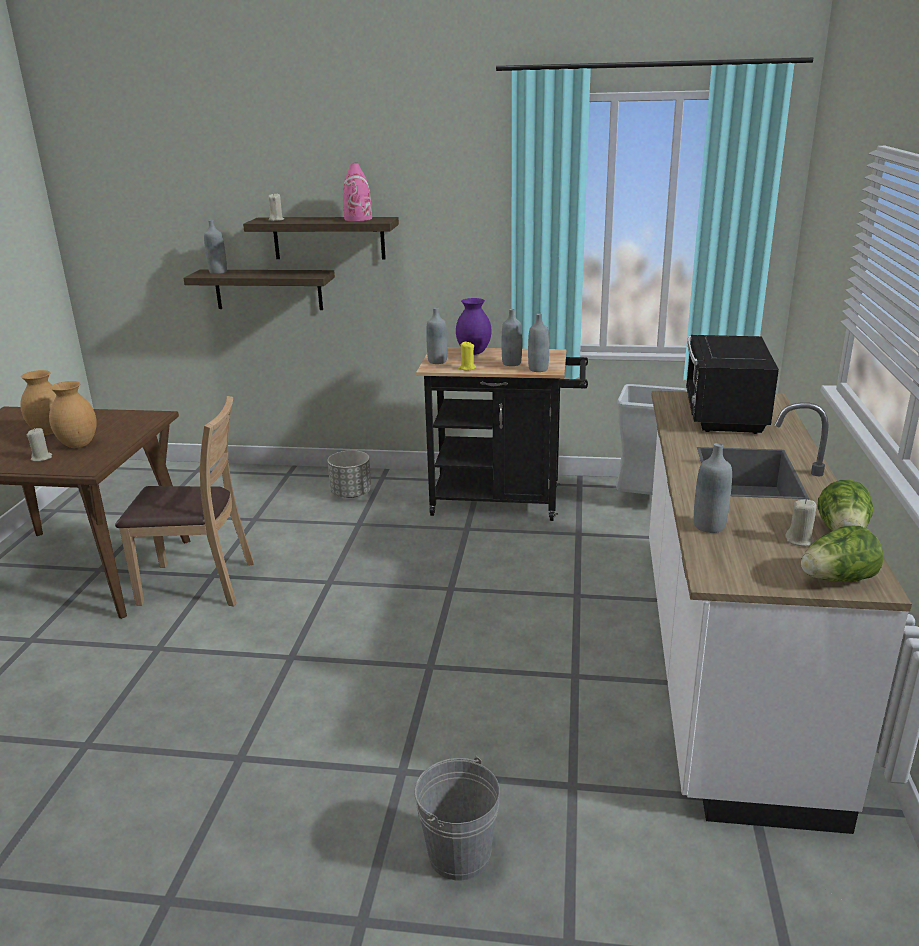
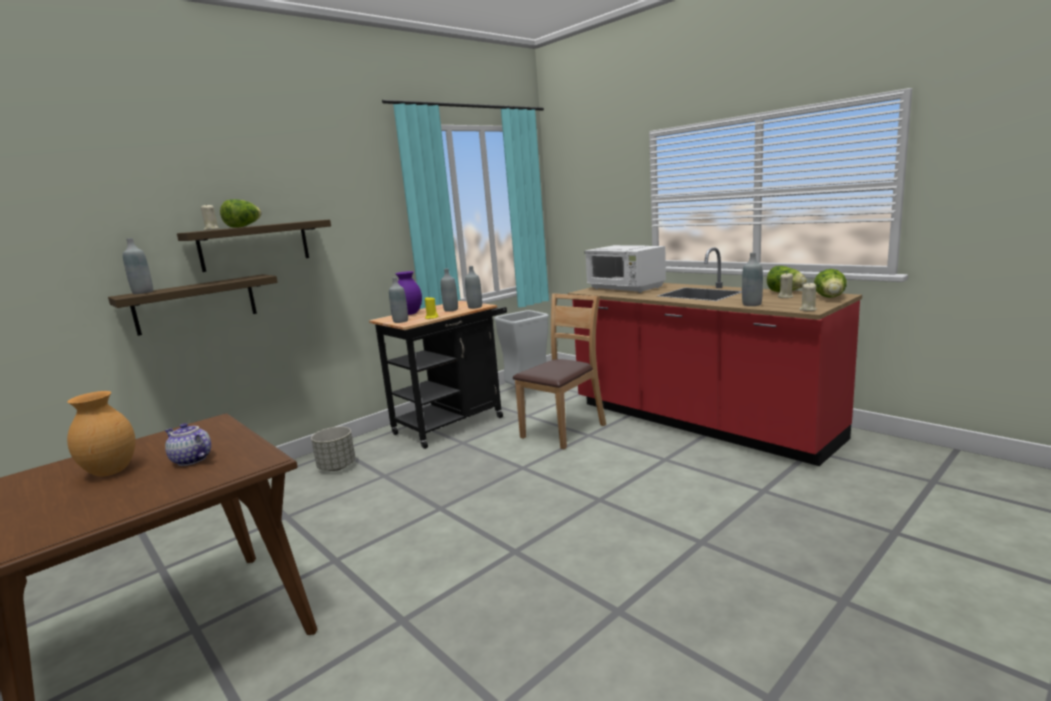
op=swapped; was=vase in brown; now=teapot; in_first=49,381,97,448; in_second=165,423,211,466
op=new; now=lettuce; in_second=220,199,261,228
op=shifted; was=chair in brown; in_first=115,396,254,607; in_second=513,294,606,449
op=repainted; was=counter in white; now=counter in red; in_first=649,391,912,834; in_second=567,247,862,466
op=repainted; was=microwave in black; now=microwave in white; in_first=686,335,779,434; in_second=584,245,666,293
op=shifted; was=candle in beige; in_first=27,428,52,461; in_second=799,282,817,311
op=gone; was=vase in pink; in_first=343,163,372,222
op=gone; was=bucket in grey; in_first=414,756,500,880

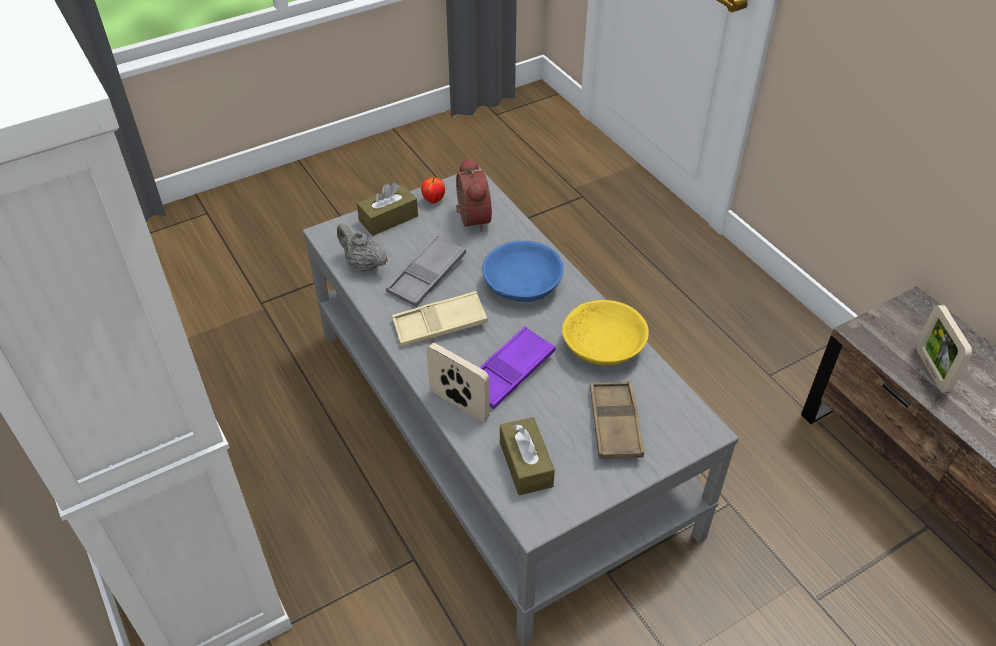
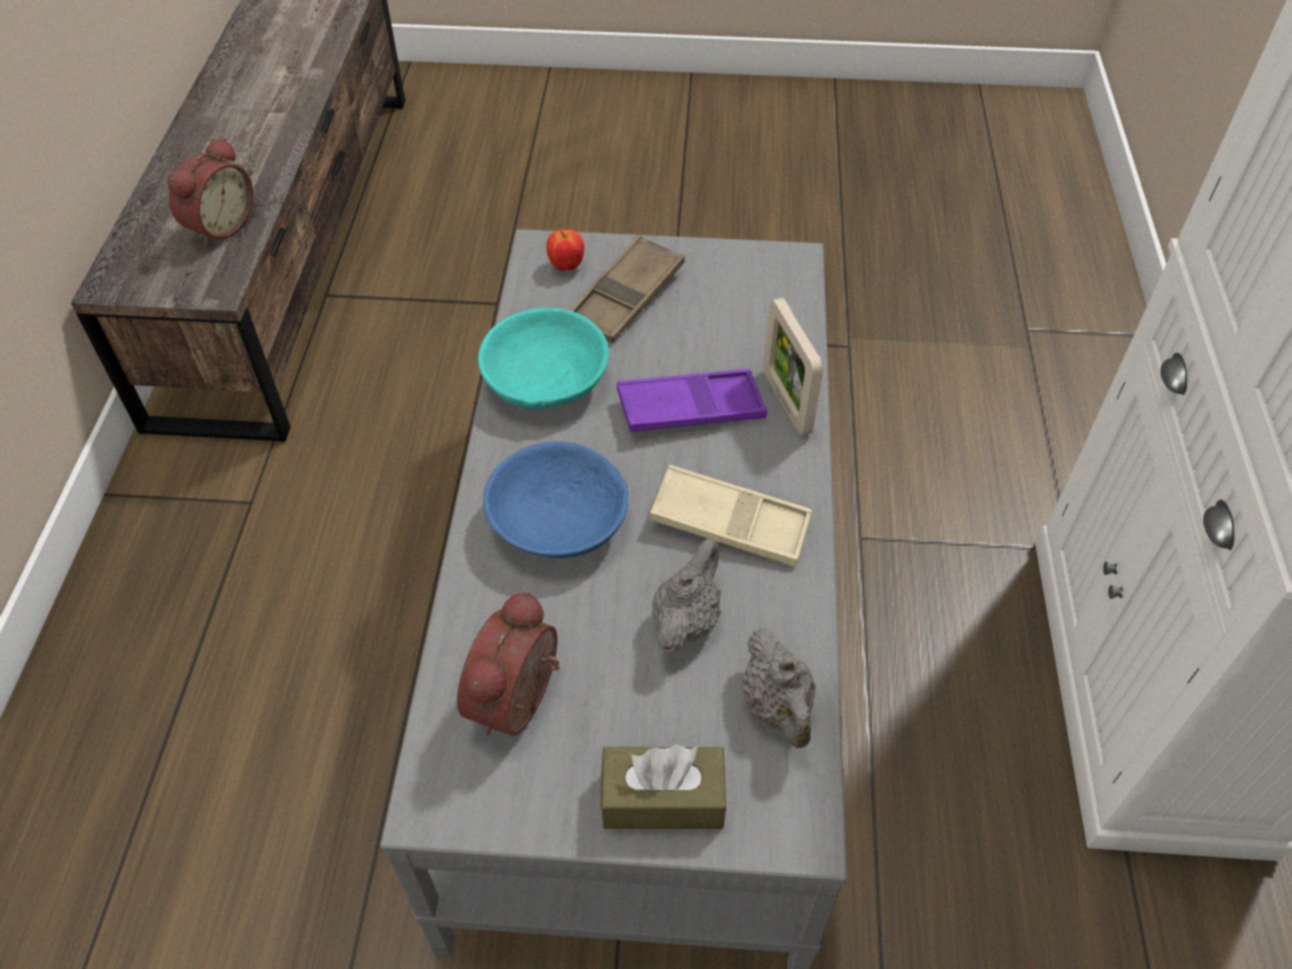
op=swapped; was=picture frame; now=alarm clock; in_first=916,305,972,393; in_second=168,138,253,246
op=repainted; was=bowl in yellow; now=bowl in turquoise; in_first=562,300,649,365; in_second=478,308,609,409
op=shifted; was=apple; in_first=421,177,445,204; in_second=546,229,584,271
op=swapped; was=tray in grey; now=teapot in grey; in_first=386,235,466,307; in_second=652,539,721,653
op=gone; was=tissue box in brown; in_first=500,417,555,495

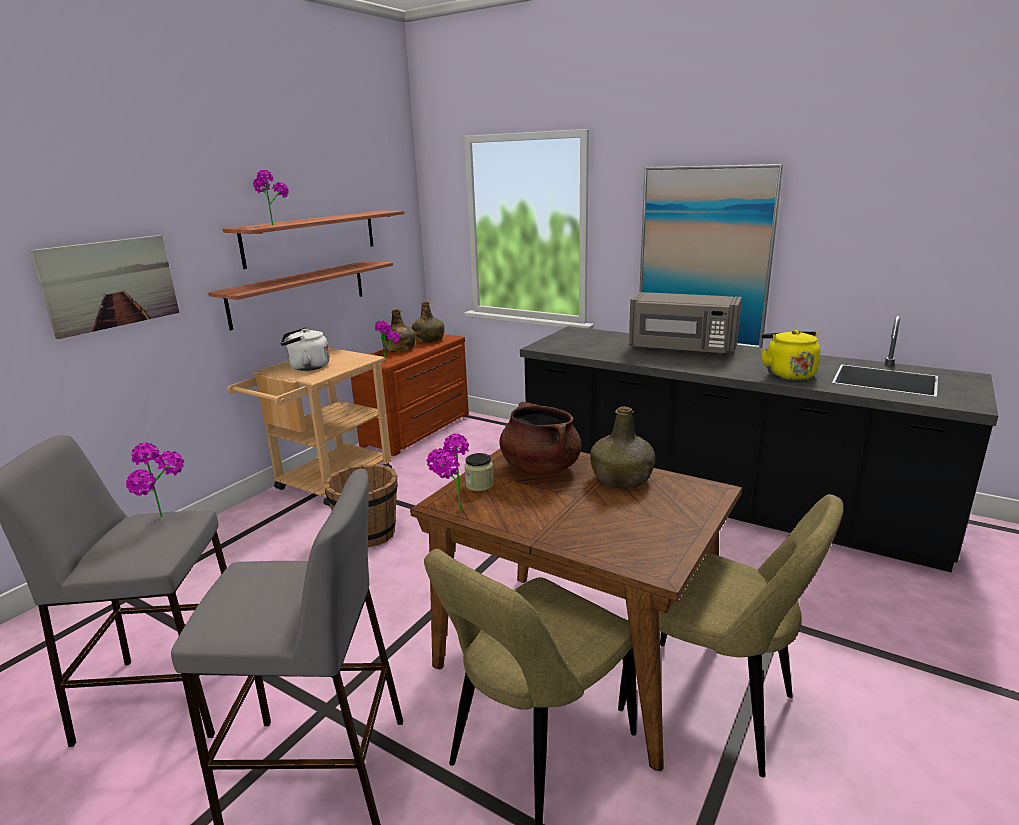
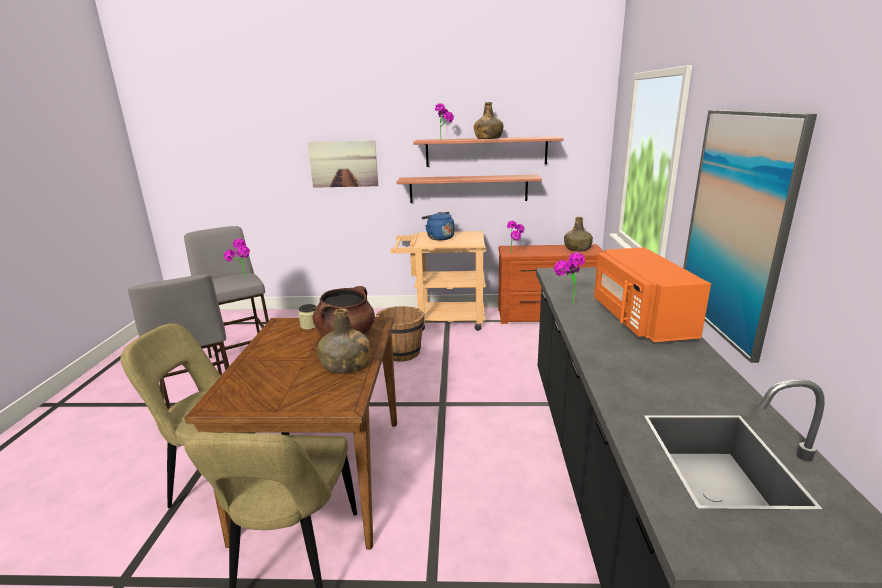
op=repainted; was=kettle in white; now=kettle in blue; in_first=280,327,330,371; in_second=421,212,454,240
op=shifted; was=bottle in green; in_first=381,309,416,352; in_second=474,102,503,139
op=shifted; was=potted plant; in_first=427,434,469,510; in_second=554,252,585,304
op=repainted; was=microwave in grey; now=microwave in orange; in_first=629,292,742,355; in_second=594,247,711,342
op=gone; was=kettle in yellow; in_first=761,330,820,380

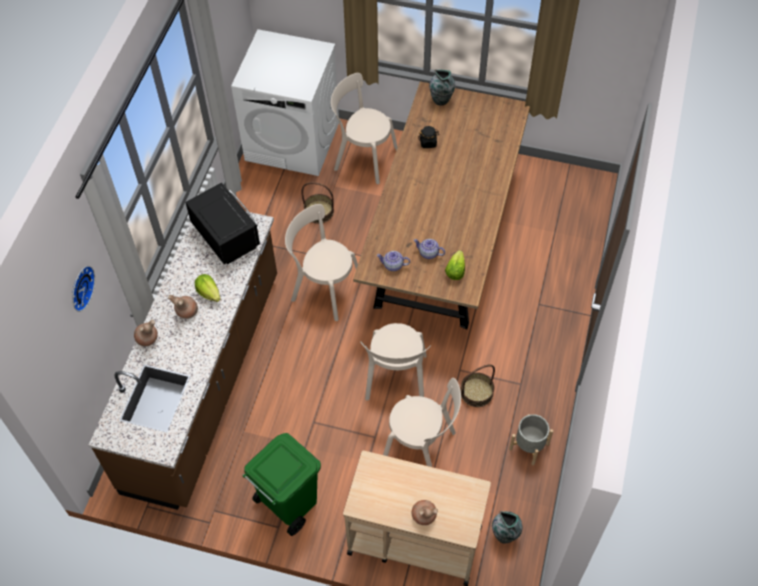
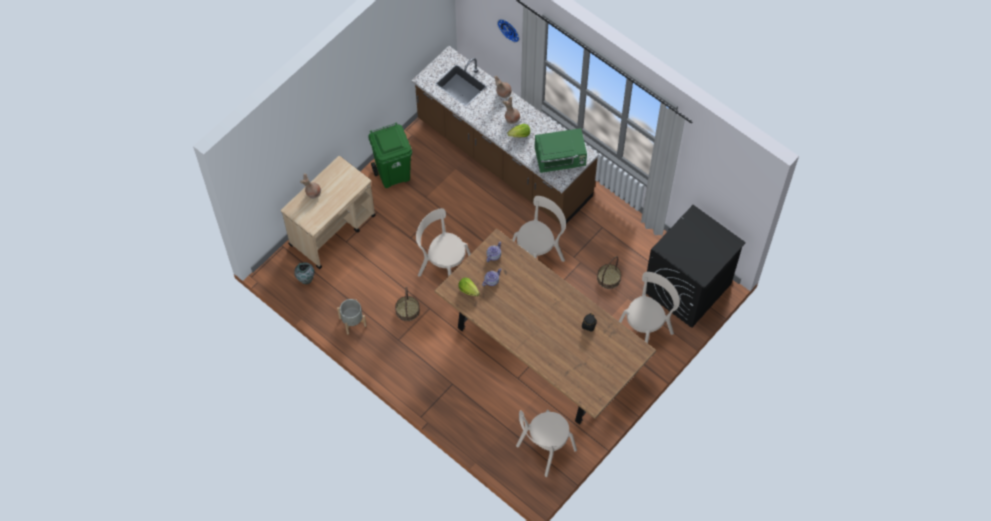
op=shifted; was=chair in beige; in_first=383,378,461,467; in_second=516,410,577,477
op=repainted; was=microwave in black; now=microwave in green; in_first=185,182,260,265; in_second=535,128,587,173
op=repainted; was=washing machine in white; now=washing machine in black; in_first=231,29,339,176; in_second=646,205,746,328
op=gone; was=vase; in_first=429,69,455,106

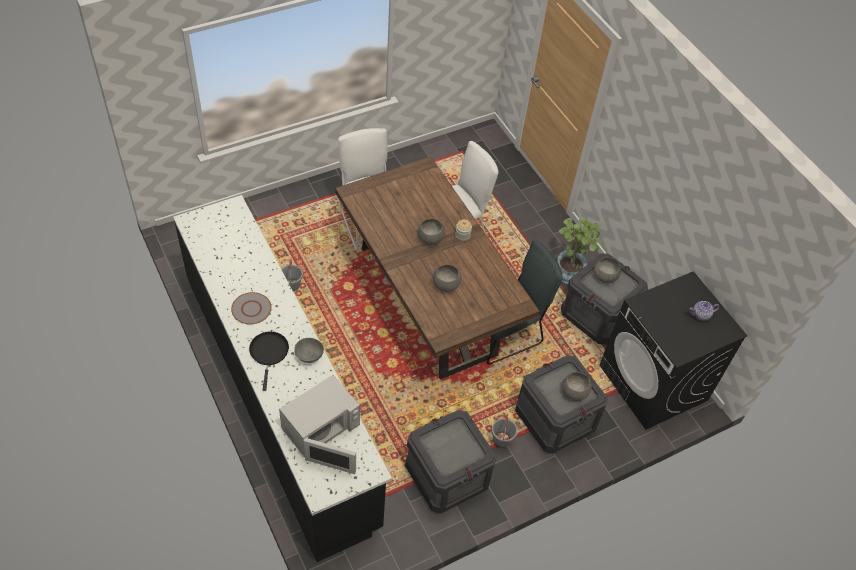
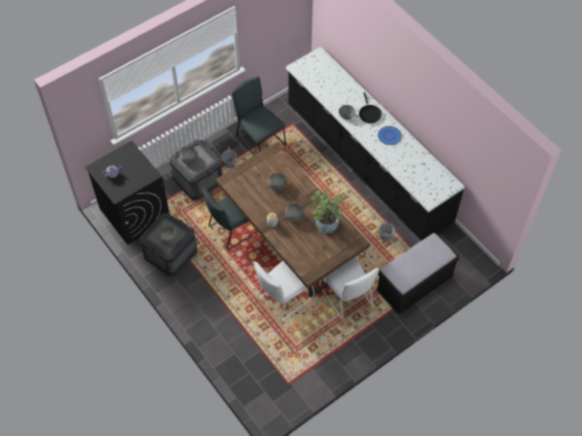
op=swapped; was=crate; now=chair in grey; in_first=405,410,497,514; in_second=232,76,286,156
op=shifted; was=potted plant; in_first=557,217,602,284; in_second=311,190,345,233
op=new; now=bench in black; in_second=376,232,459,315
op=repainted; was=plate in grey; now=plate in blue; in_first=231,292,271,324; in_second=378,126,402,145
op=gone; was=microwave in white; in_first=279,375,360,474

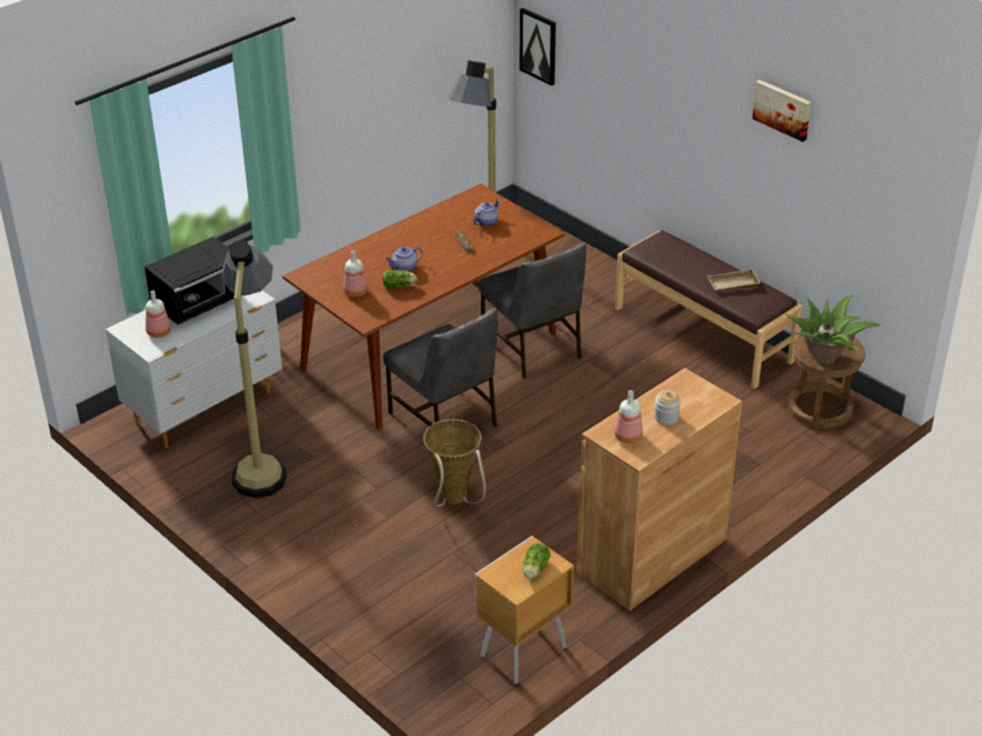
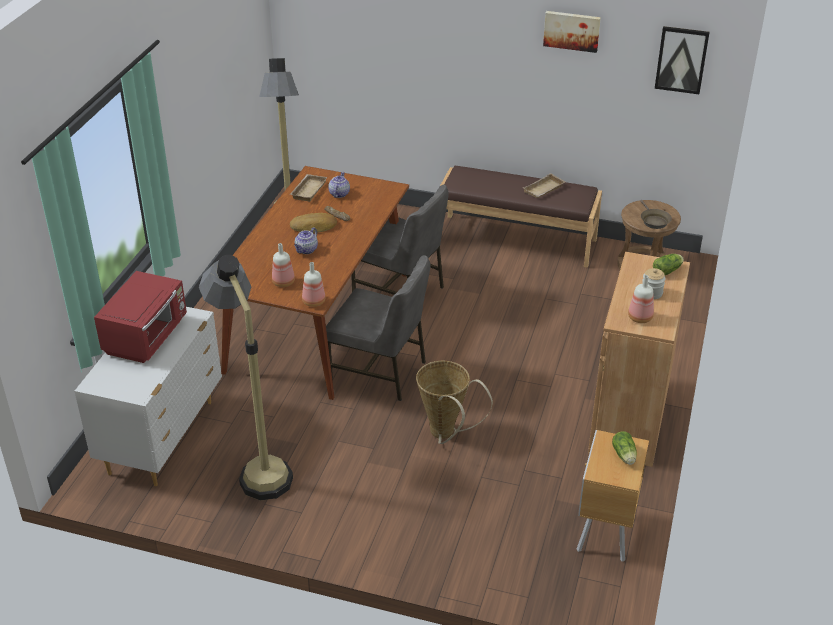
op=repainted; was=microwave in black; now=microwave in red; in_first=144,236,234,325; in_second=94,271,187,363
op=new; now=tray in beige; in_second=290,174,327,202
op=new; now=bread; in_second=290,213,337,233
op=shifted; was=bottle; in_first=146,290,171,338; in_second=302,262,325,307
op=swapped; was=potted plant; now=frying pan in brown; in_first=785,295,880,364; in_second=640,200,672,229
op=shifted; was=lettuce; in_first=383,270,417,289; in_second=653,254,684,275
op=shifted; was=picture; in_first=520,8,556,86; in_second=655,26,710,94

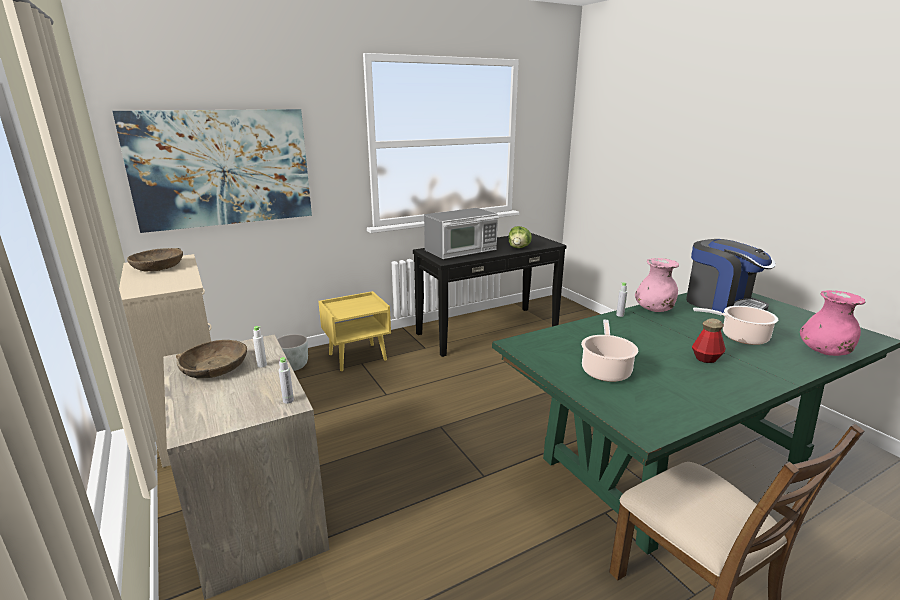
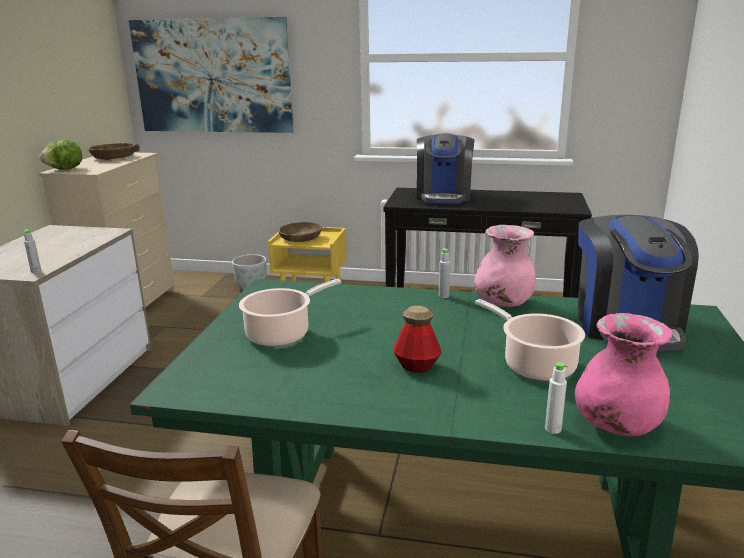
op=shifted; was=lettuce; in_first=509,226,532,248; in_second=40,139,82,170
op=shifted; was=bowl in brown; in_first=176,340,247,378; in_second=278,222,322,242
op=swapped; was=microwave; now=coffee machine; in_first=424,208,499,259; in_second=417,133,475,204
op=shifted; was=bottle in white; in_first=253,326,267,368; in_second=545,362,568,434

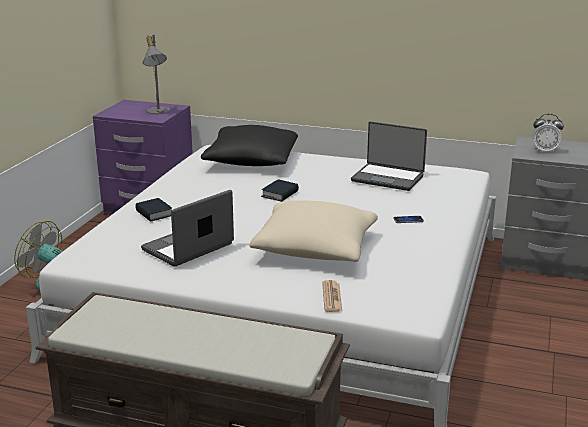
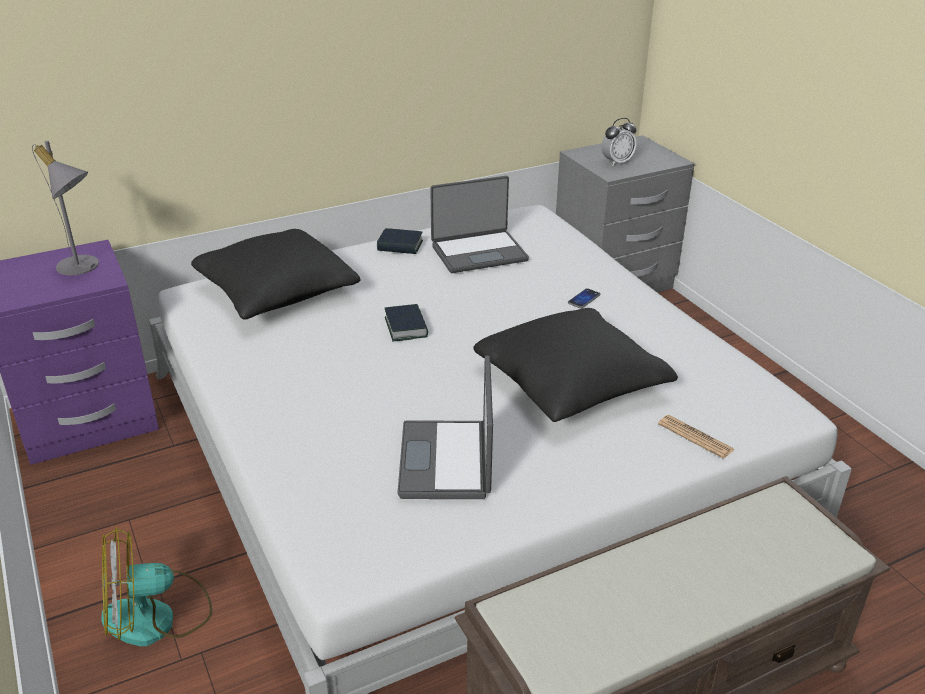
op=shifted; was=book; in_first=135,198,172,222; in_second=377,228,423,254
op=repainted; was=pillow in beige; now=pillow in black; in_first=250,201,378,262; in_second=473,308,678,422

